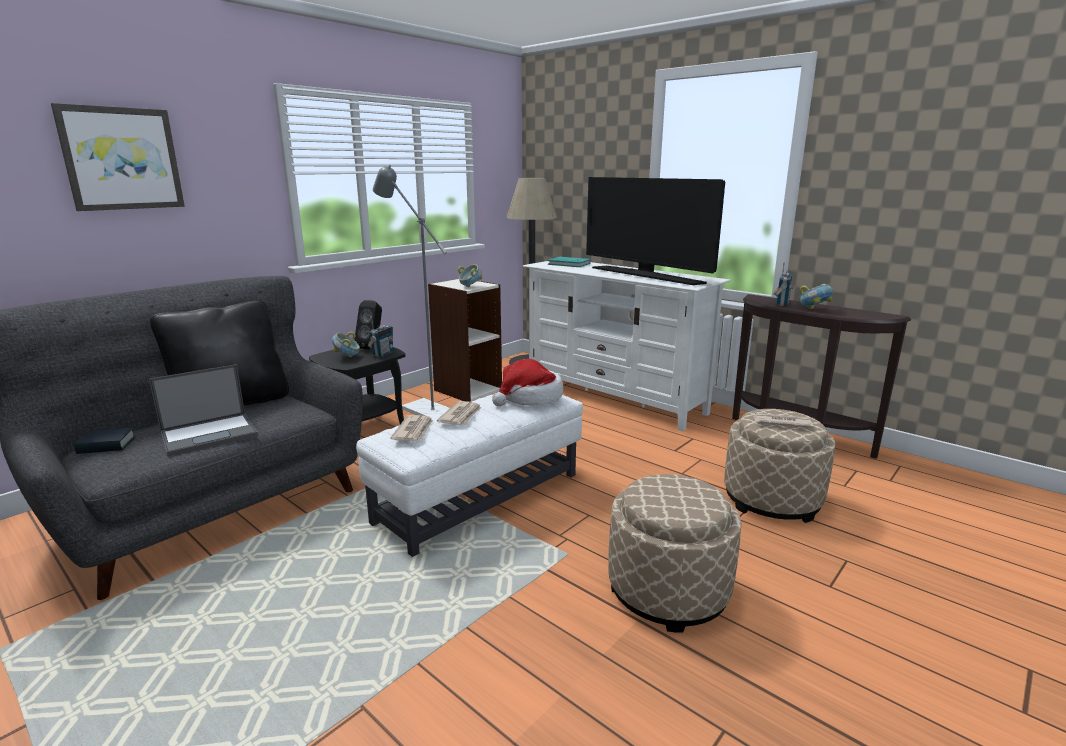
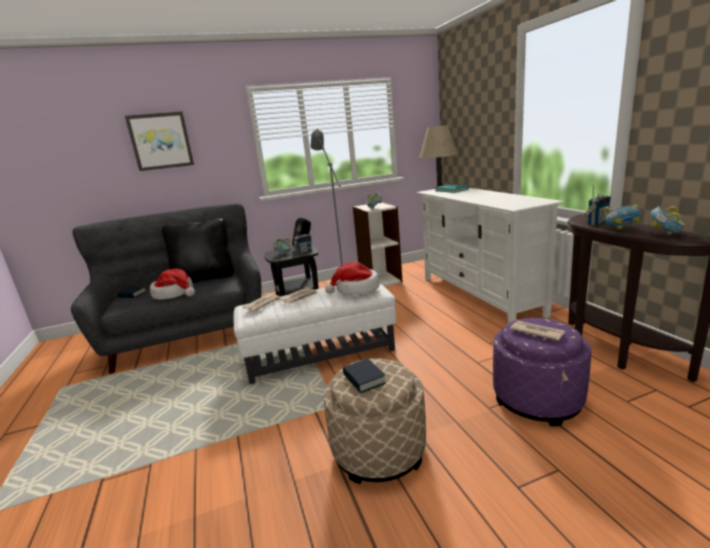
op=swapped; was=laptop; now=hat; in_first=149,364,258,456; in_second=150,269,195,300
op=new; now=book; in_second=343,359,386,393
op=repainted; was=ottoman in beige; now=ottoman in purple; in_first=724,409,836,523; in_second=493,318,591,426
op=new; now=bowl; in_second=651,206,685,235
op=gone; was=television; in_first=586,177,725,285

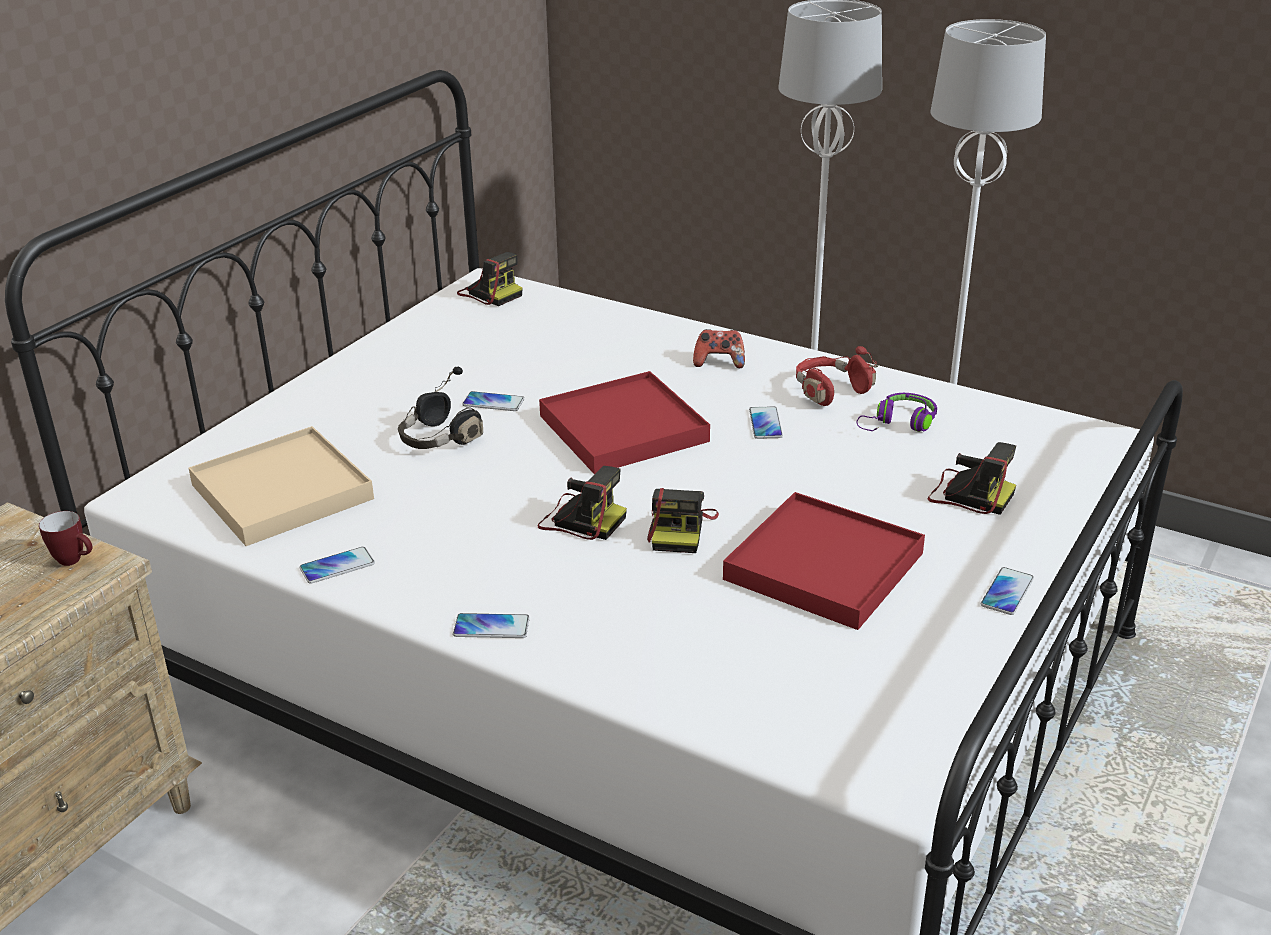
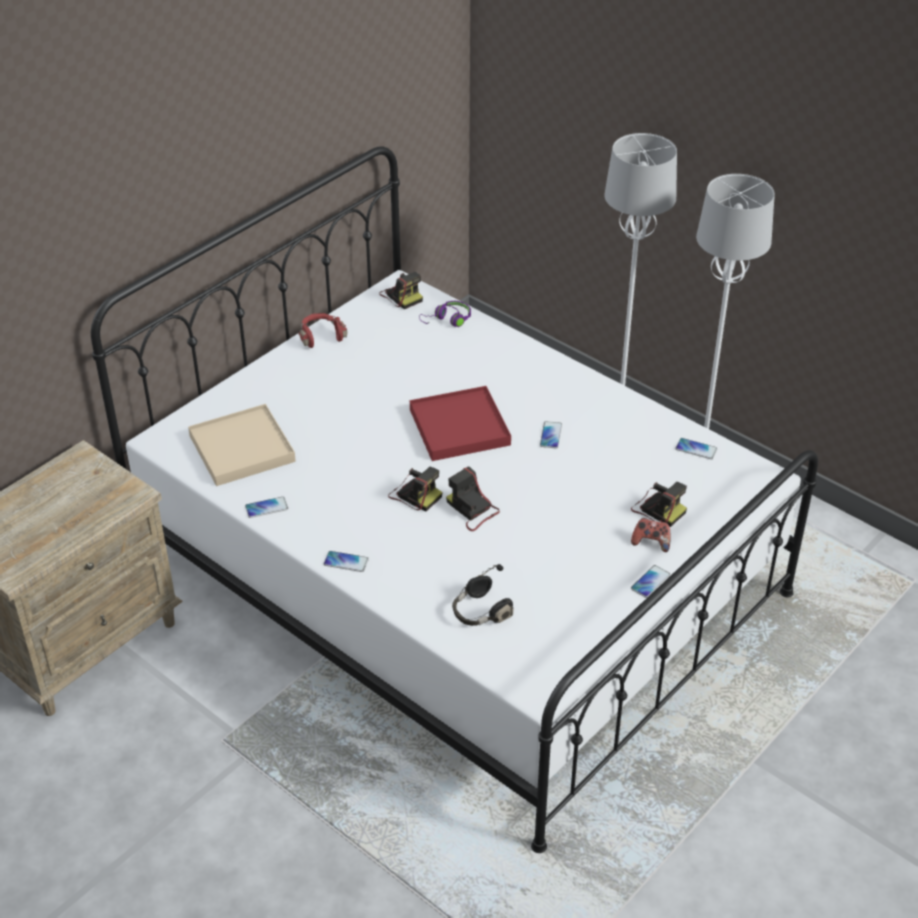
op=shifted; was=headphones in red; in_first=796,346,878,406; in_second=299,313,347,348
op=shifted; was=headphones in purple; in_first=857,393,937,432; in_second=419,301,471,327
op=rotated; was=photo camera; in_first=647,488,719,553; in_second=446,466,500,531; clockwise=120
op=shifted; was=headphones in black; in_first=398,366,483,449; in_second=452,564,513,626
op=shifted; was=game controller; in_first=693,329,745,368; in_second=631,518,671,552
op=shifted; was=phone; in_first=462,391,524,411; in_second=675,438,717,459
op=gone; was=mug; in_first=39,511,93,566
op=gone; was=tray in red; in_first=723,492,925,630

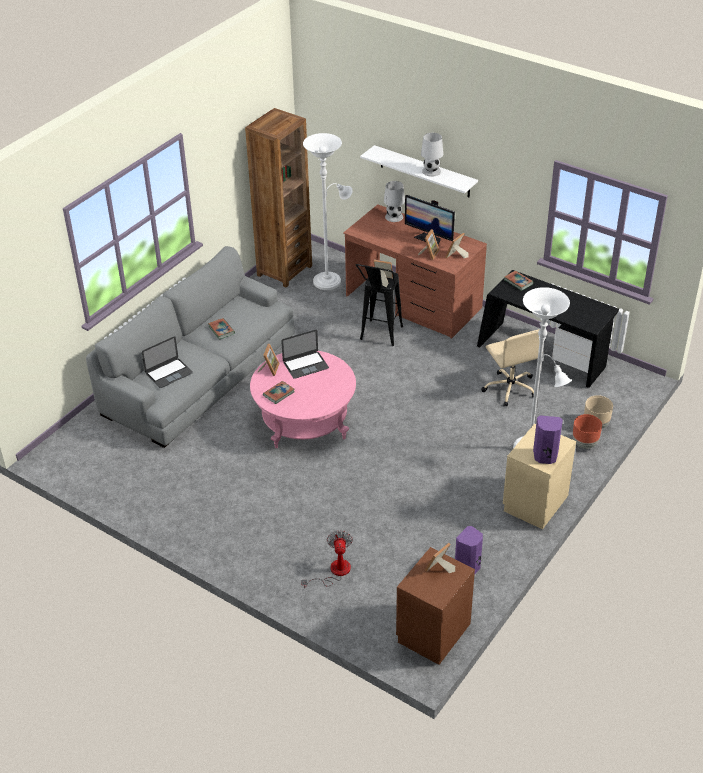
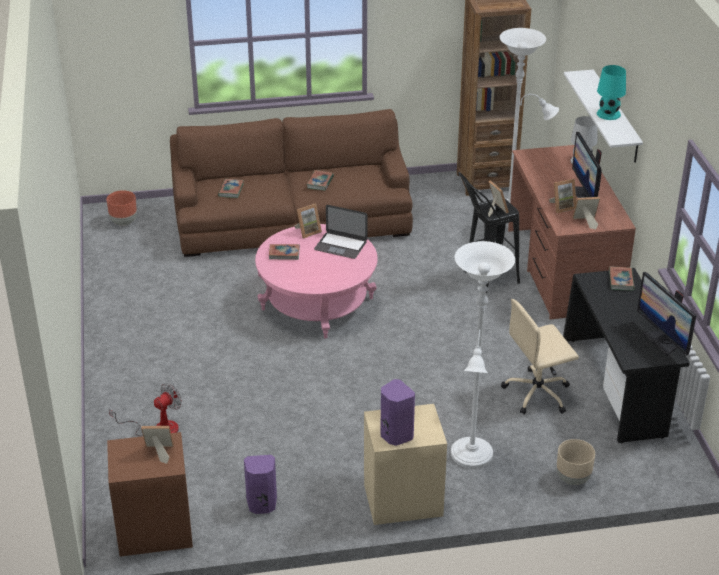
op=shifted; was=planter in brown; in_first=573,414,602,449; in_second=106,190,137,226
op=repainted; was=sofa in grey; now=sofa in brown; in_first=86,246,295,448; in_second=170,109,413,257
op=swapped; was=laptop; now=book; in_first=142,336,193,388; in_second=218,179,244,198
op=rotated; was=office chair in beige; in_first=481,329,540,407; in_second=501,299,579,414; clockwise=45
op=repainted; was=table lamp in white; now=table lamp in turquoise; in_first=421,133,443,177; in_second=597,65,626,120
op=new; now=monitor; in_second=637,272,696,355

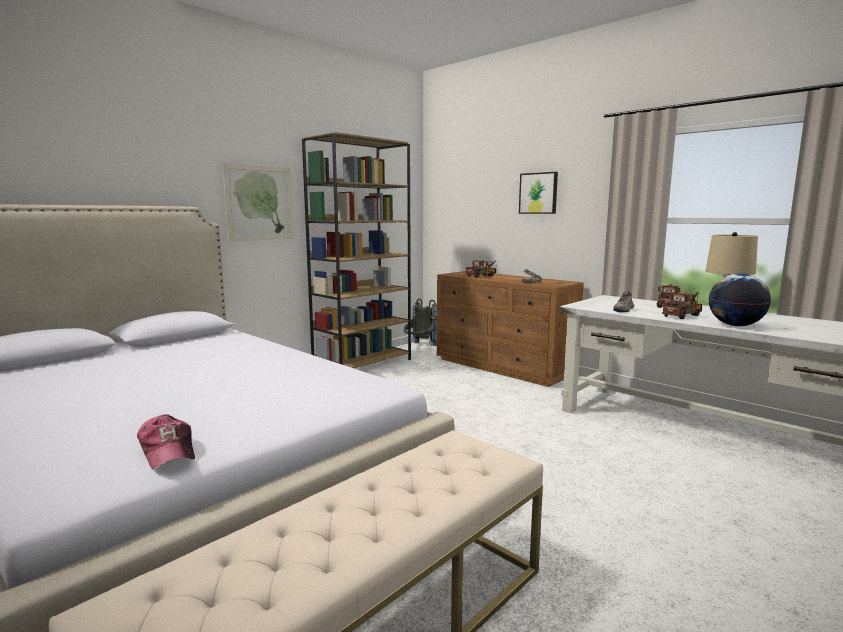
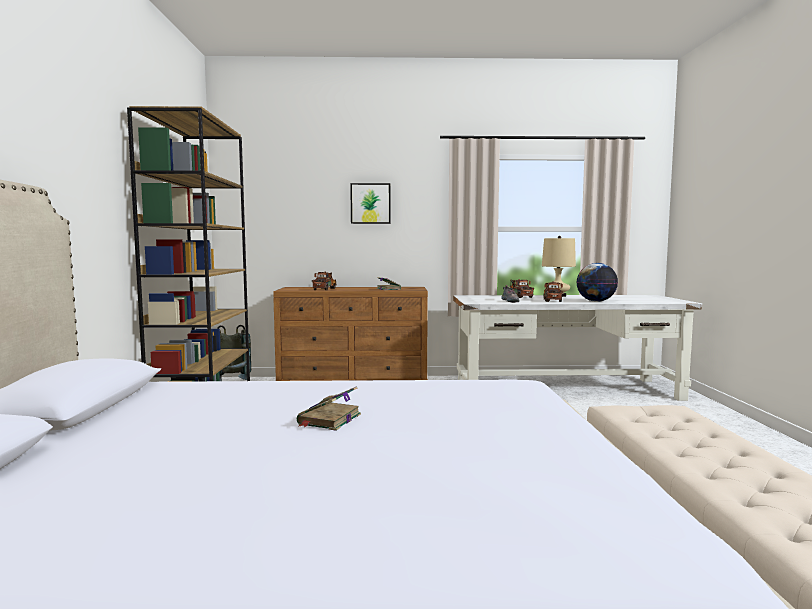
op=new; now=book; in_second=297,386,361,431
op=gone; was=cap; in_first=137,414,195,470
op=gone; was=picture; in_first=222,163,294,241

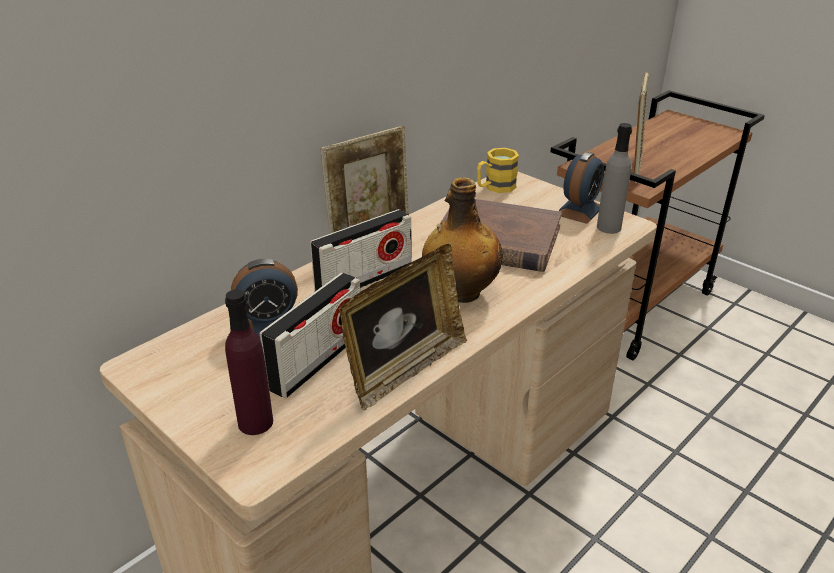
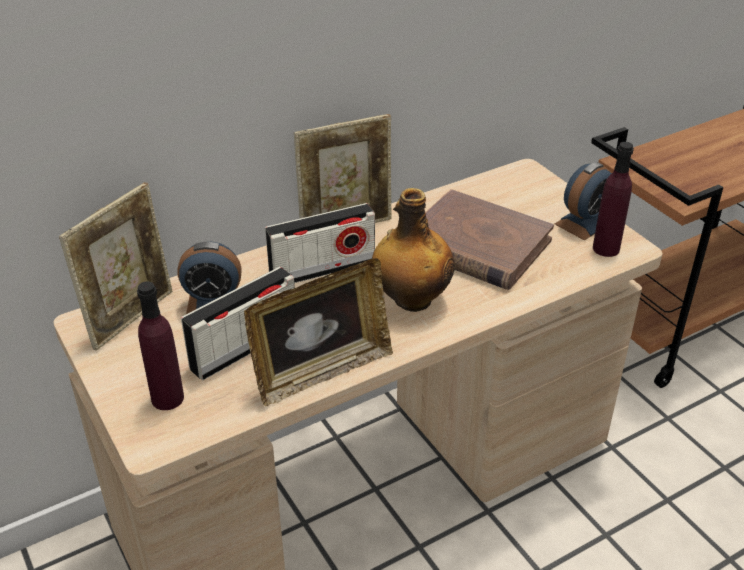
op=shifted; was=picture frame; in_first=634,72,649,183; in_second=59,182,172,351
op=repainted; was=bottle in grey; now=bottle in purple; in_first=597,123,632,234; in_second=593,142,634,257
op=gone; was=mug in yellow; in_first=477,148,519,193

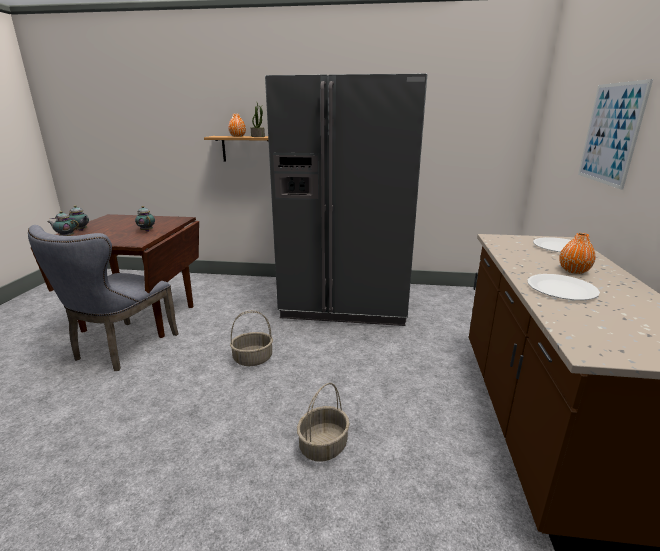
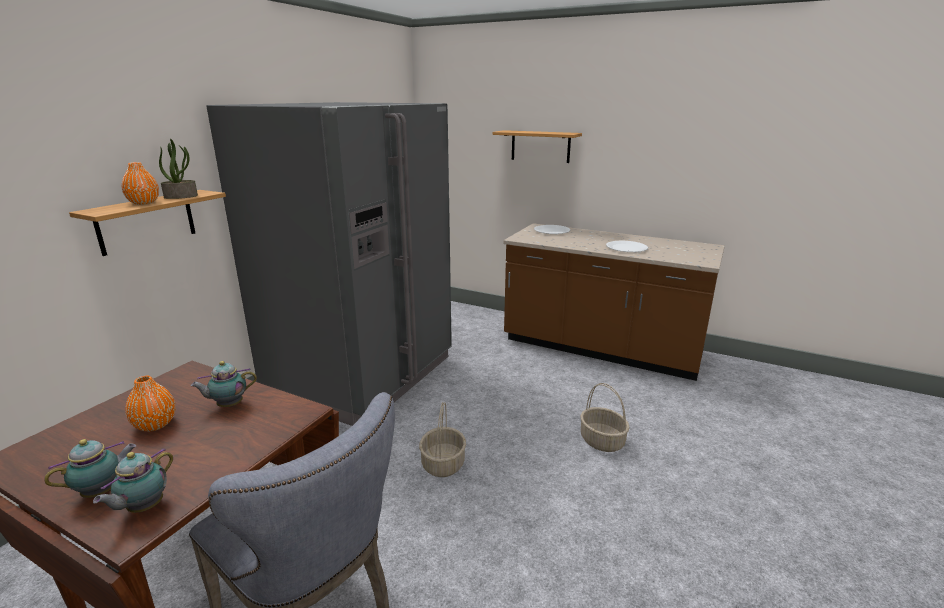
op=shifted; was=vase in orange; in_first=559,233,595,274; in_second=125,376,176,431
op=swapped; was=picture; now=shelf; in_first=578,79,653,190; in_second=493,130,582,163

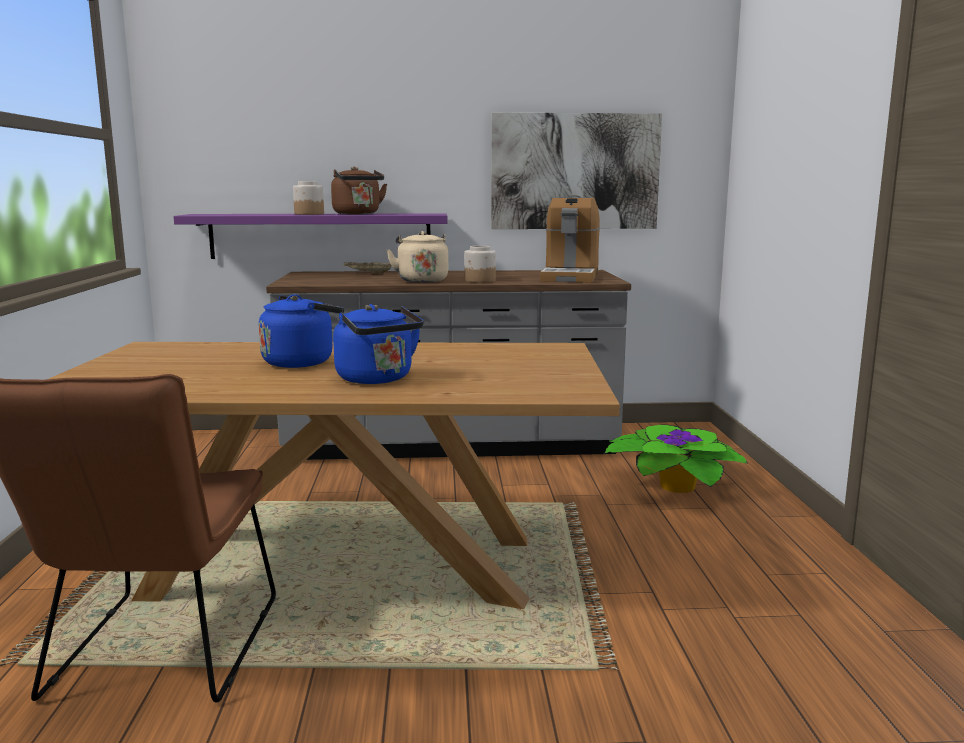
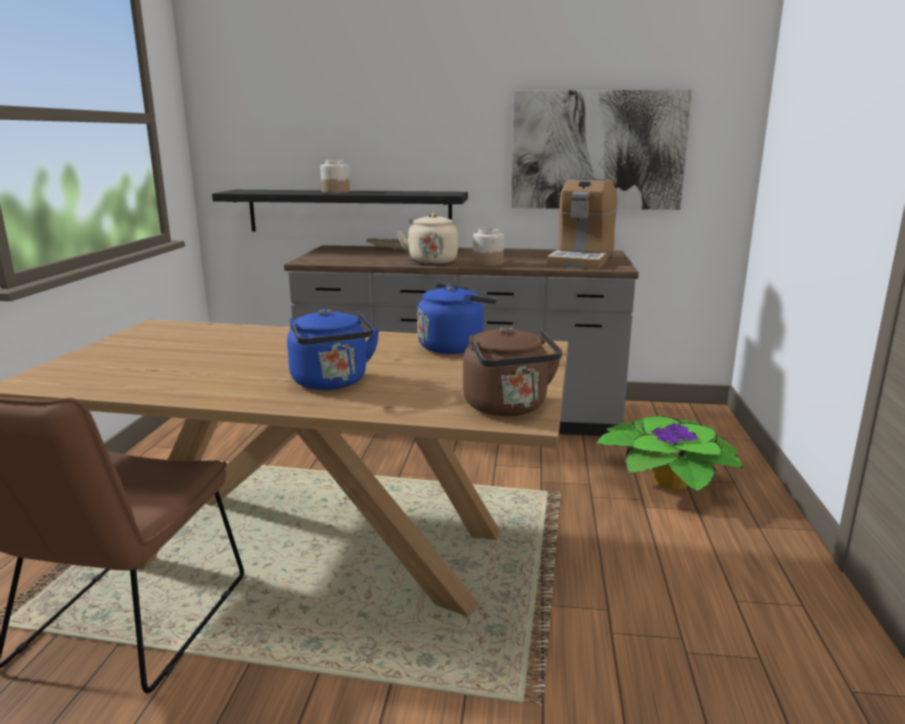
op=repainted; was=shelf in purple; now=shelf in black; in_first=173,213,447,259; in_second=212,190,468,232
op=shifted; was=kettle in blue; in_first=259,294,344,368; in_second=417,283,497,354
op=shifted; was=kettle in brown; in_first=331,167,387,215; in_second=463,326,562,416

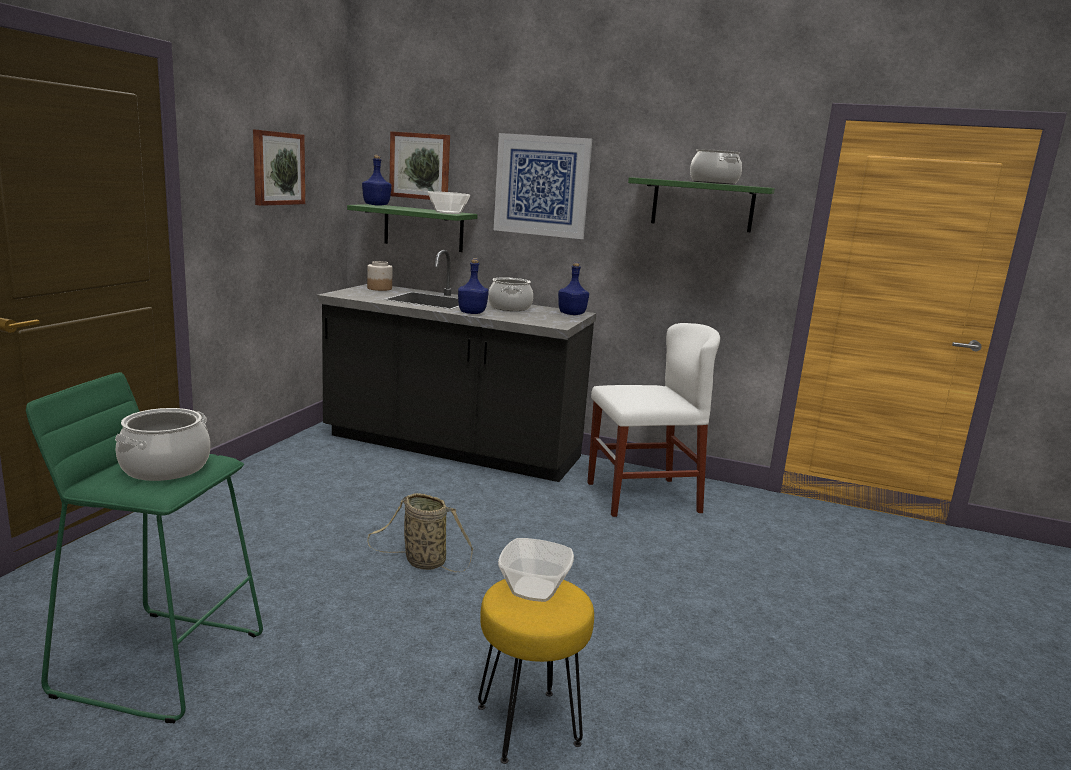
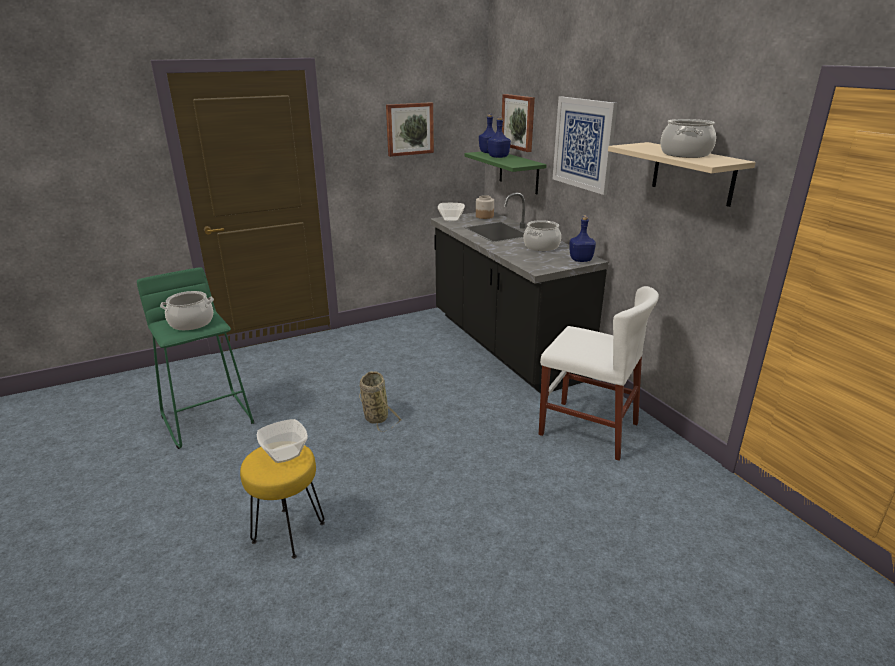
op=shifted; was=bowl; in_first=428,191,470,214; in_second=438,203,465,222
op=shifted; was=bottle in blue; in_first=458,258,489,314; in_second=488,117,511,158
op=repainted; was=shelf in green; now=shelf in beige; in_first=628,177,775,232; in_second=608,142,756,207

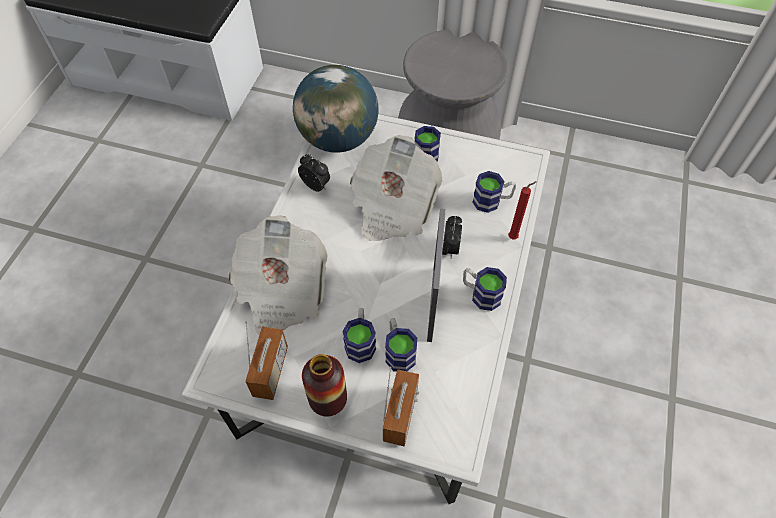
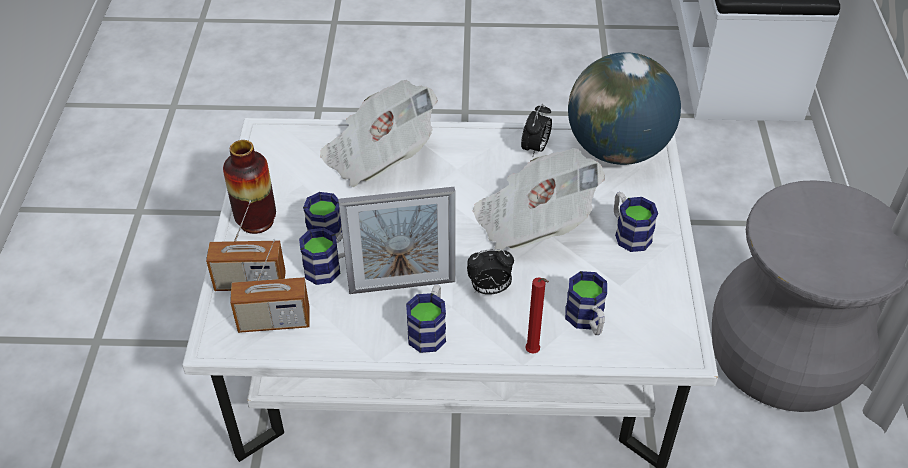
op=shifted; was=radio; in_first=245,321,288,400; in_second=230,239,310,333

